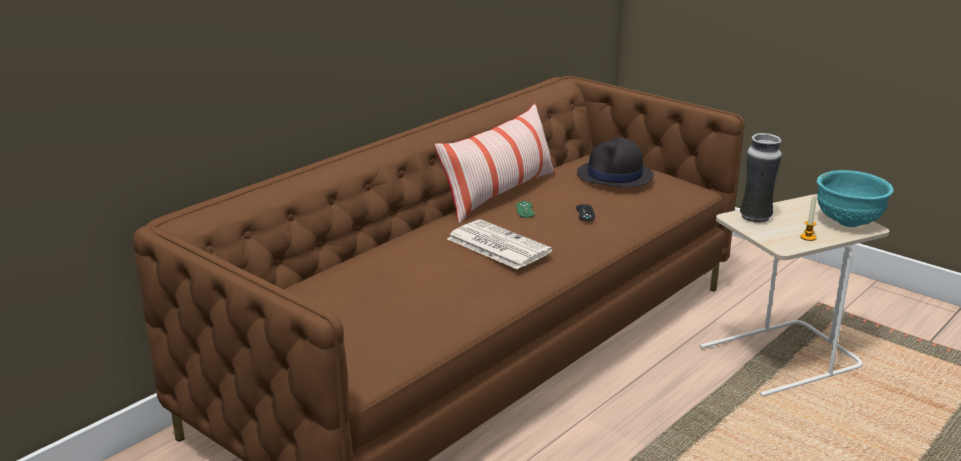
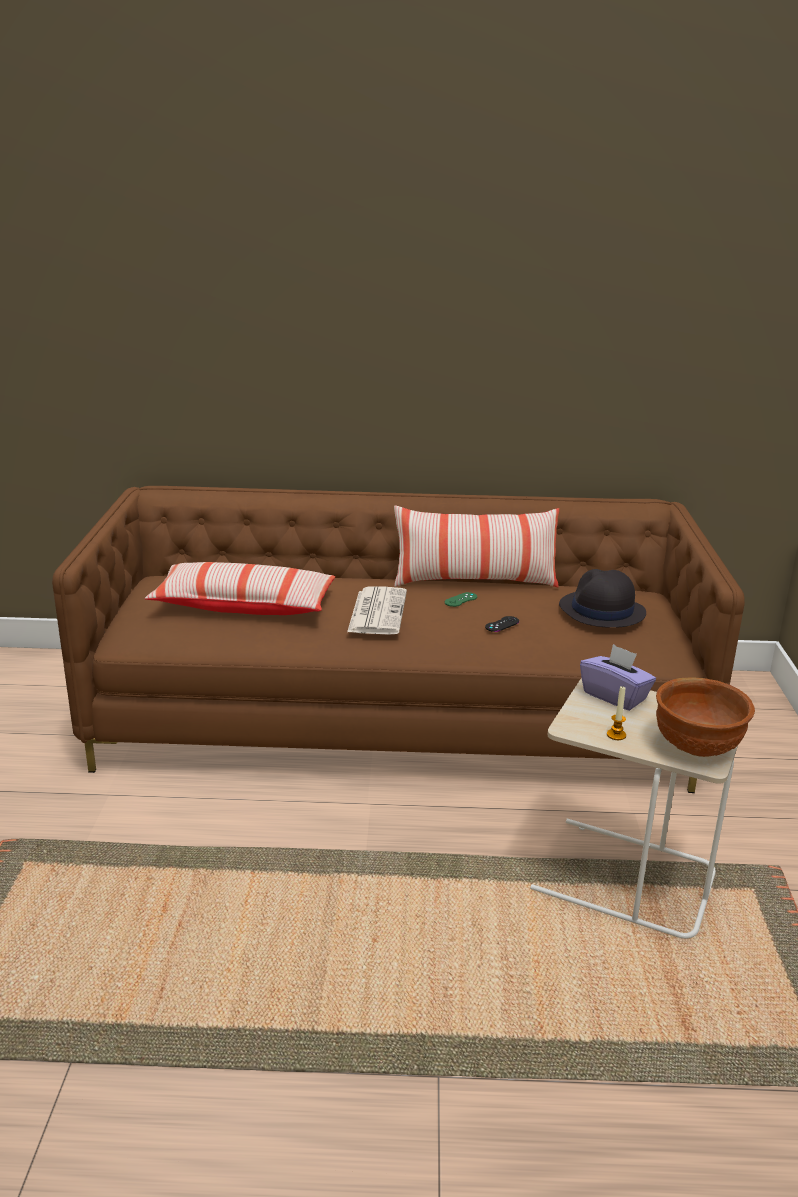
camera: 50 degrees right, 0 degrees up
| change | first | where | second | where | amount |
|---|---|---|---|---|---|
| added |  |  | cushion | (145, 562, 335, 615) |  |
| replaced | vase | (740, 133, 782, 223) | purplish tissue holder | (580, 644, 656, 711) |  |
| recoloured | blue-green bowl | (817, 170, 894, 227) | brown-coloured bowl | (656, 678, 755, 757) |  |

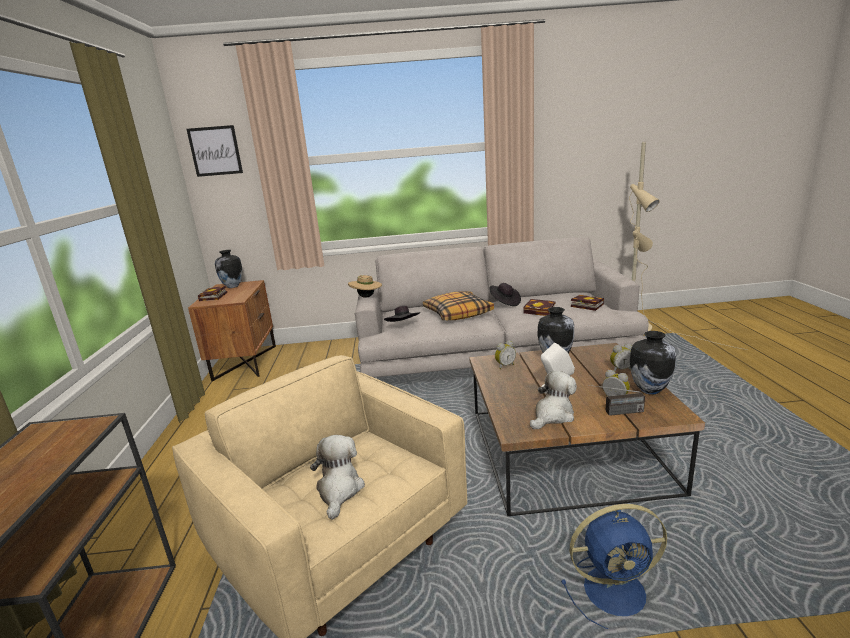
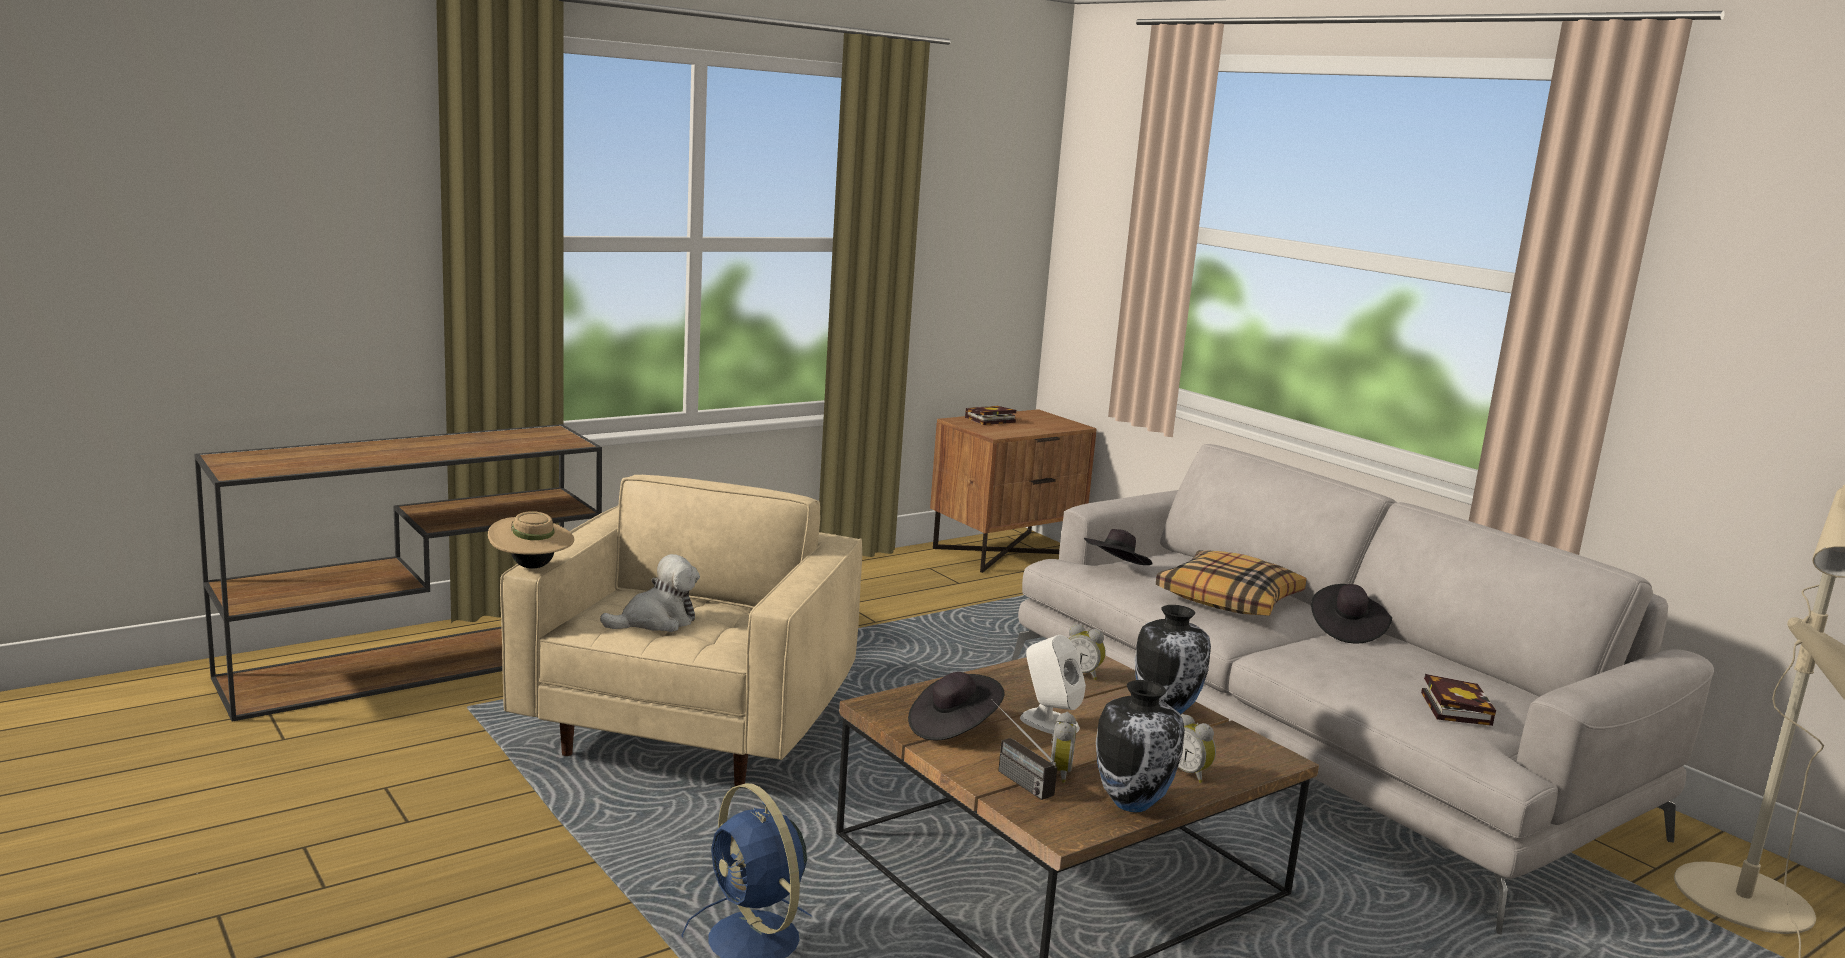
camera: 55 degrees right, 5 degrees down
| change | first | where | second | where | amount |
|---|---|---|---|---|---|
| moved | beige-coloured wearable hat | (348, 275, 382, 298) |  | (488, 511, 574, 569) |  |
| replaced | soft toy | (530, 371, 577, 430) | black-coloured wearable hat | (908, 672, 1005, 740) |  |
| removed | wall picture | (186, 125, 243, 177) |  |  |  |
| removed | vase | (215, 250, 242, 288) |  |  |  |
| removed | volume | (523, 299, 555, 316) |  |  |  |

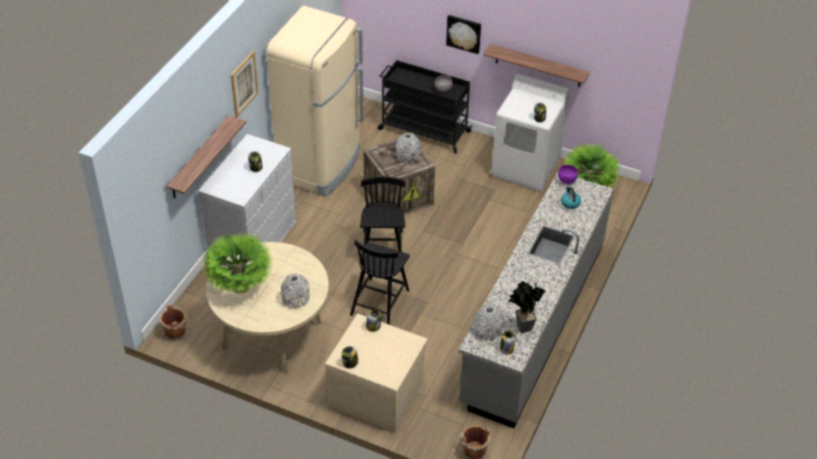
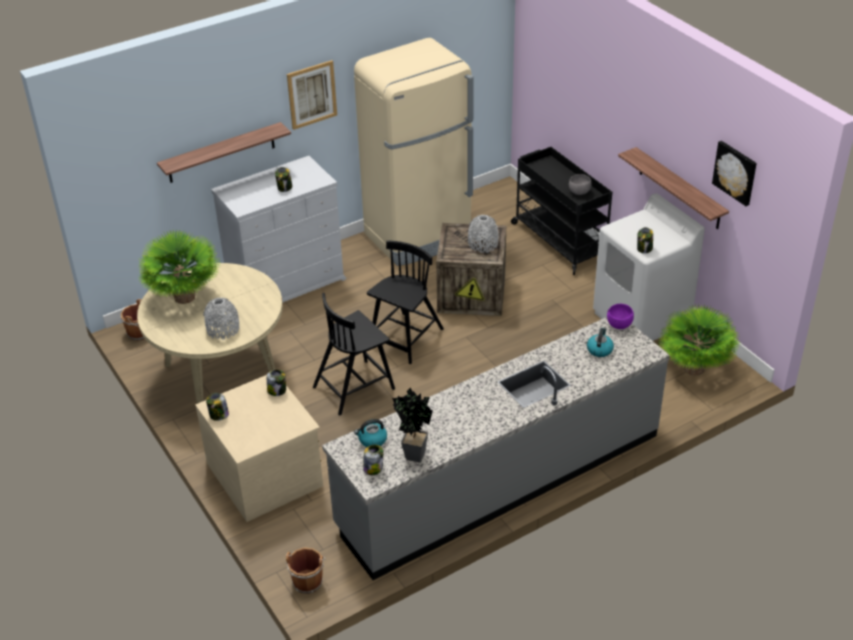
camera: 35 degrees right, 5 degrees down
| change | first | where | second | where | amount |
|---|---|---|---|---|---|
| replaced | gray vase | (474, 305, 504, 341) | tea kettle | (354, 419, 387, 447) |  |
| moved | wall picture | (446, 15, 481, 54) |  | (712, 141, 757, 206) |  |

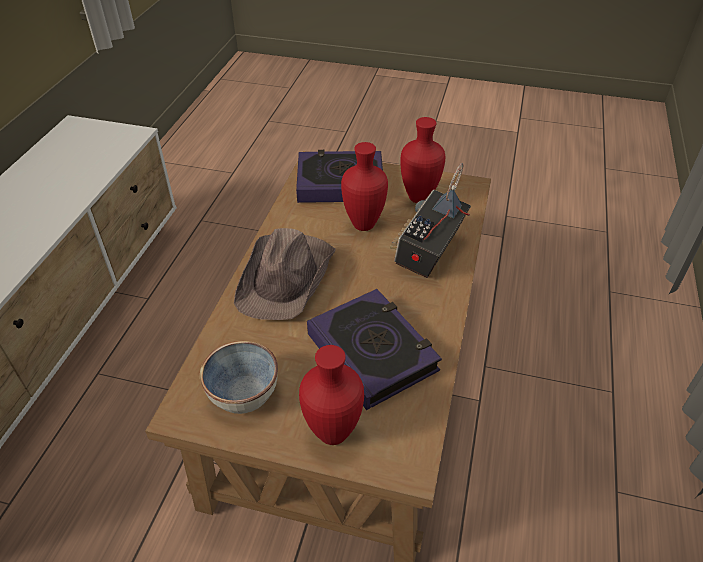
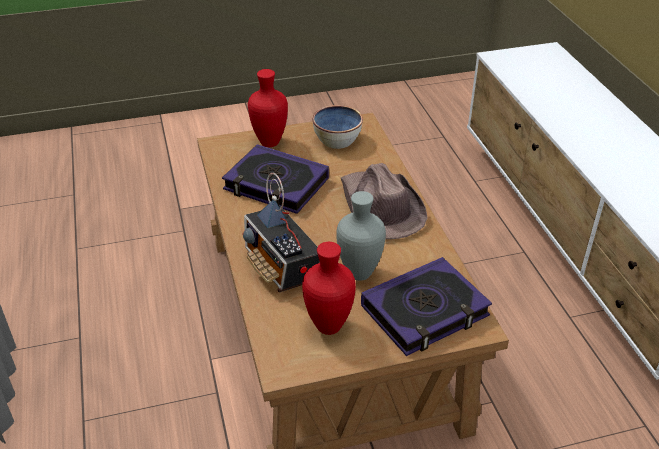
camera: 150 degrees right, 5 degrees down
| change | first | where | second | where | amount |
|---|---|---|---|---|---|
| turned | radio set | (390, 163, 471, 278) |  | (242, 173, 320, 292) | 150 degrees clockwise |
| recoloured | red-coloured vase | (341, 142, 388, 231) | gray vase | (336, 191, 386, 281) |  |

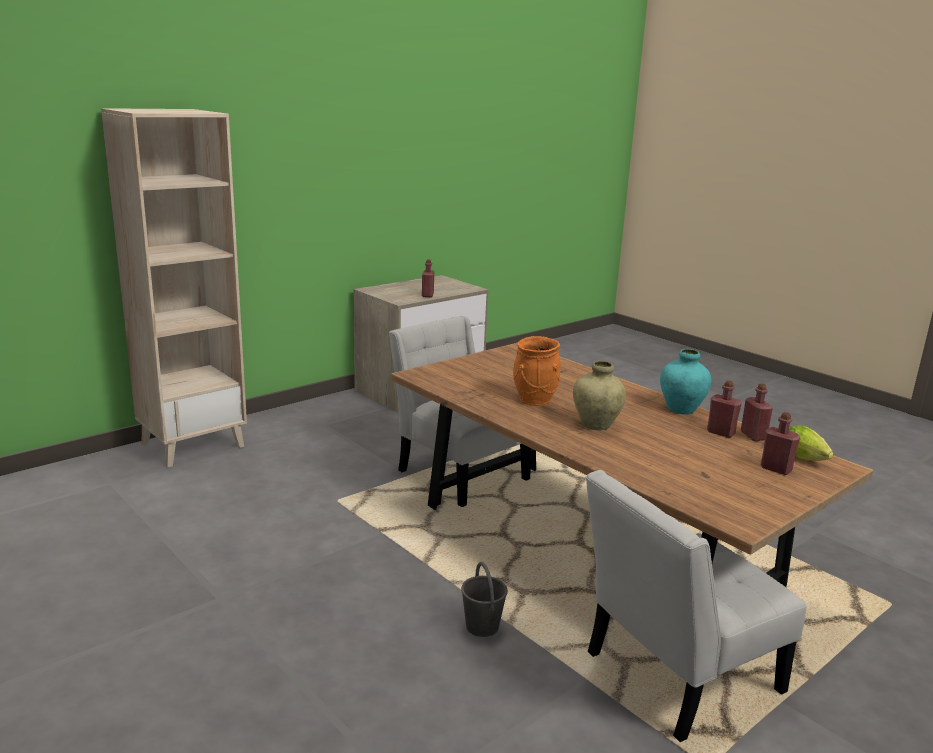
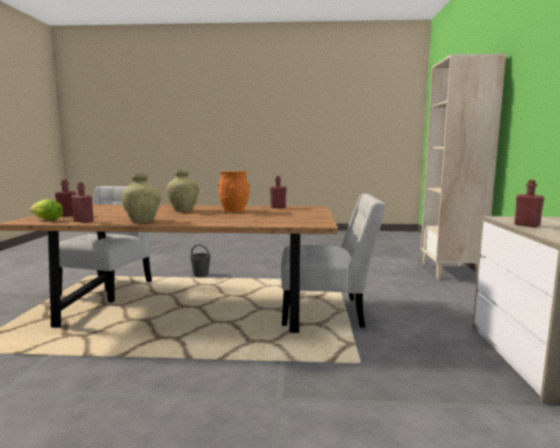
camera: 135 degrees right, 10 degrees down
| change | first | where | second | where | amount |
|---|---|---|---|---|---|
| recoloured | blue-green vase | (660, 349, 711, 414) | beige-coloured vase | (121, 174, 161, 223) |  |
| moved | red-coloured bottle | (707, 380, 742, 438) |  | (270, 176, 287, 208) |  |

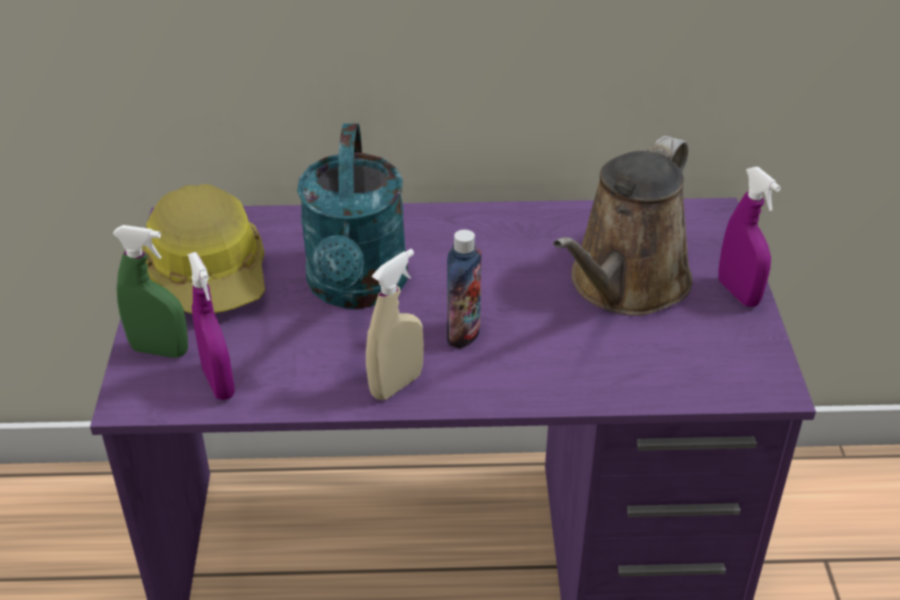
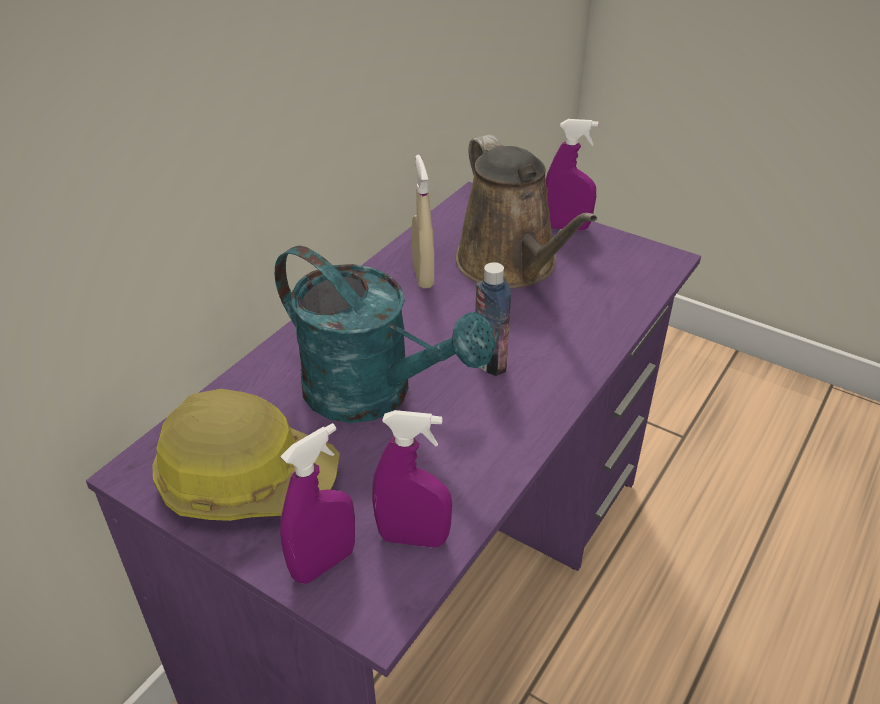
camera: 55 degrees left, 0 degrees up
| change | first | where | second | where | amount |
|---|---|---|---|---|---|
| recoloured | greenish sprayer | (112, 225, 188, 358) | purplish sprayer | (280, 423, 355, 584) |  |
| moved | beige-coloured sprayer | (366, 249, 424, 400) |  | (412, 155, 434, 289) |  |

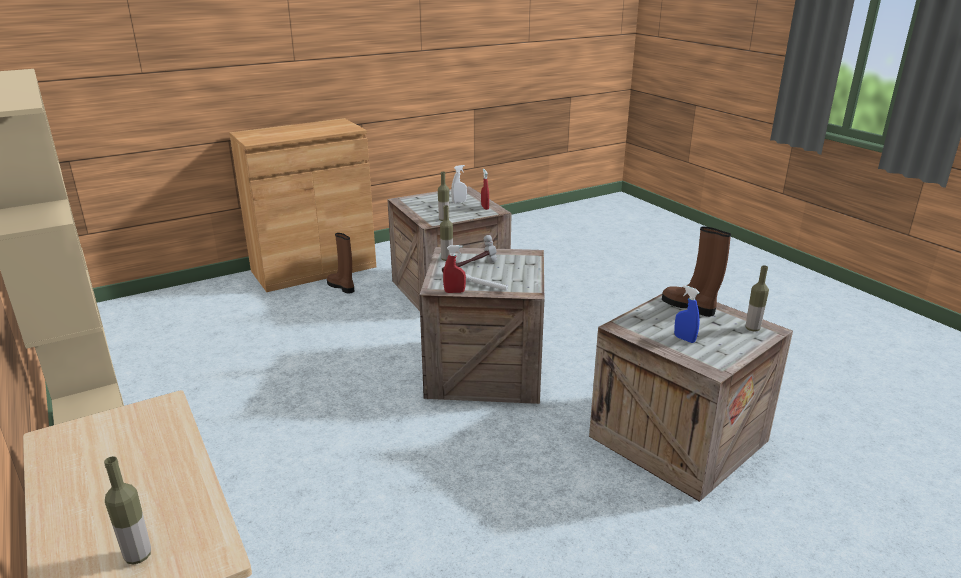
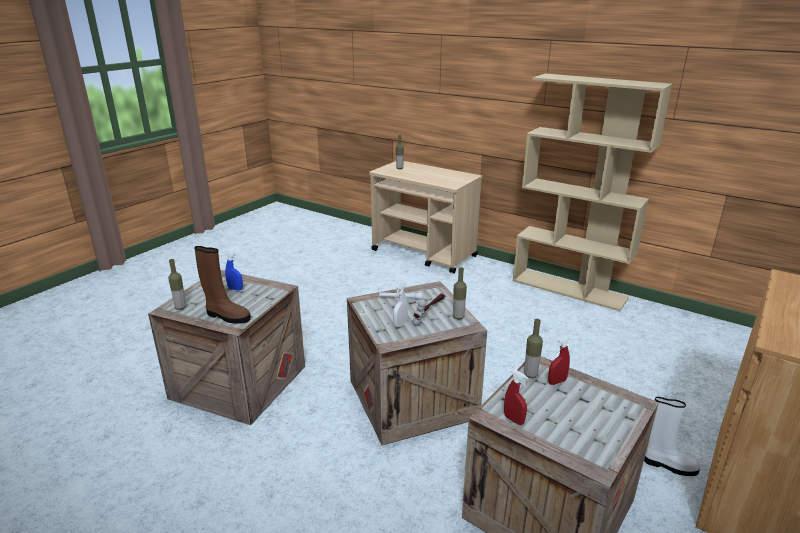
camera: 155 degrees right, 0 degrees up
| change | first | where | second | where | amount |
|---|---|---|---|---|---|
| moved | white sprayer | (451, 165, 467, 203) |  | (393, 283, 408, 327) |  |
| moved | red-coloured sprayer | (443, 245, 466, 293) |  | (548, 336, 570, 385) |  |
| recoloured | brown-coloured high-top boot | (327, 233, 354, 294) | white high-top boot | (644, 397, 700, 476) |  |

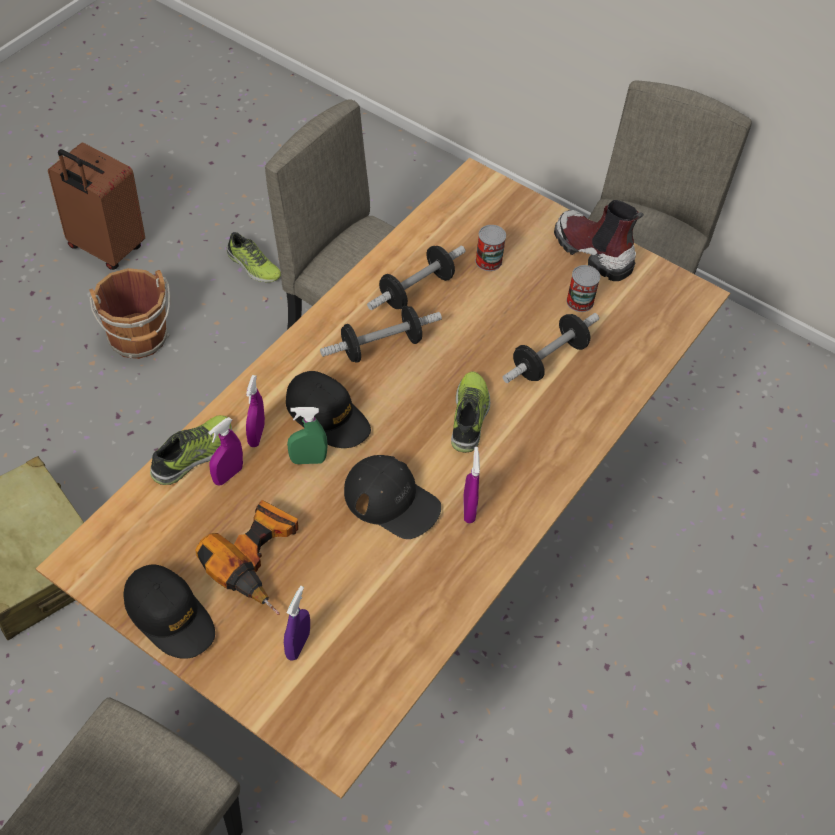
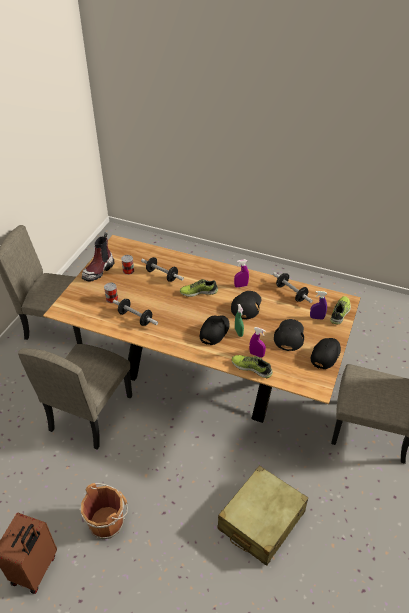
camera: 100 degrees left, 10 degrees down
| change | first | where | second | where | amount |
|---|---|---|---|---|---|
| moved | dumbbell | (320, 306, 442, 363) |  | (273, 272, 313, 303) |  |
| replaced | power drill | (195, 500, 298, 615) | black-coloured peaked cap | (274, 319, 304, 351) |  |
| moved | item of footwear | (226, 232, 281, 282) |  | (330, 296, 351, 325) |  |
| removed | purplish sprayer | (246, 375, 265, 447) |  |  |  |

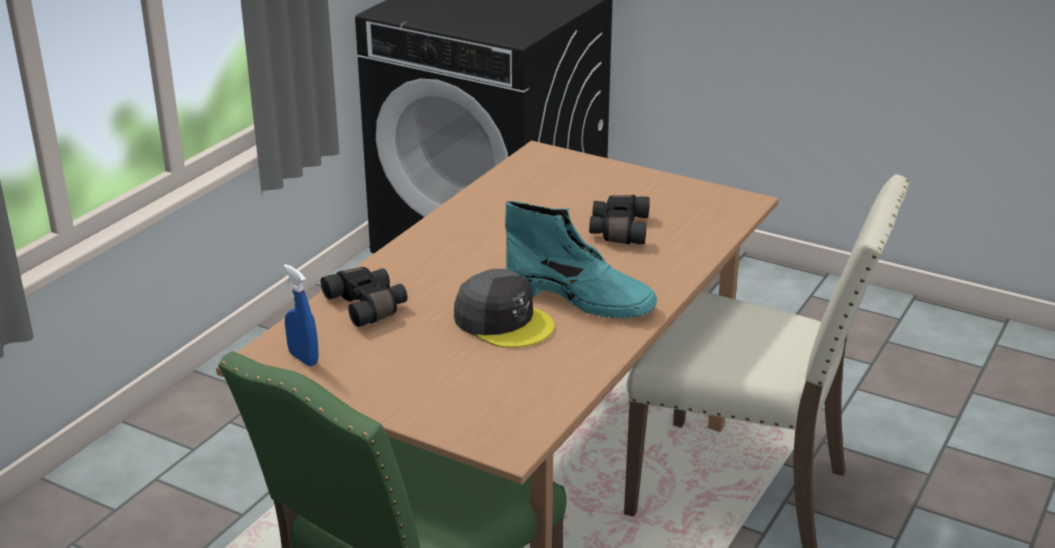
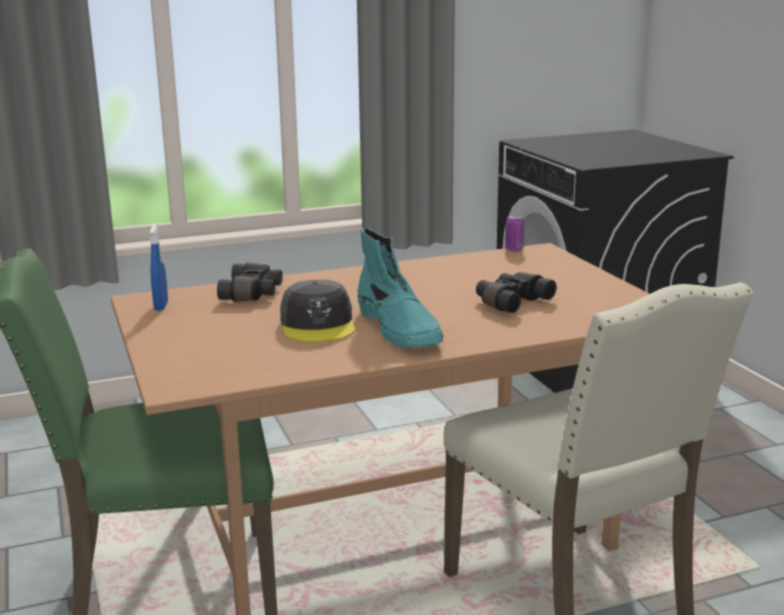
camera: 40 degrees right, 10 degrees down
| change | first | where | second | where | amount |
|---|---|---|---|---|---|
| added |  |  | can | (505, 215, 524, 252) |  |

